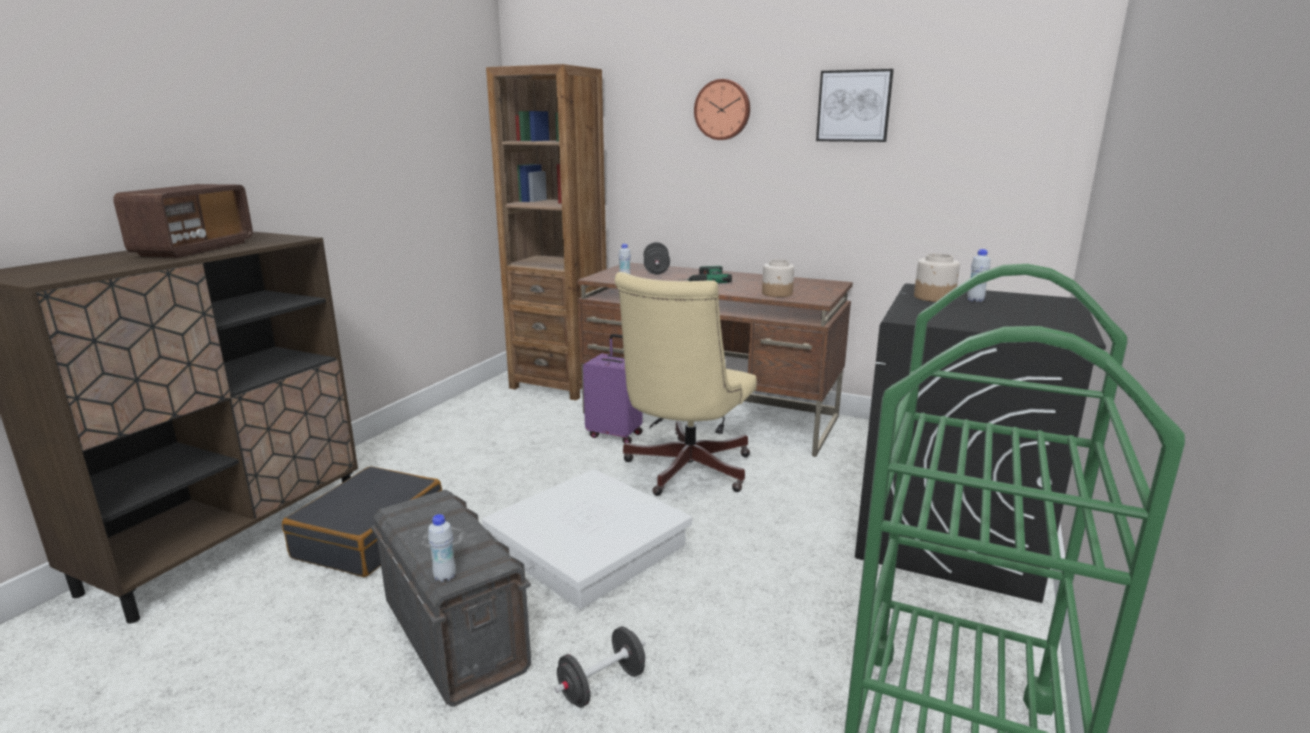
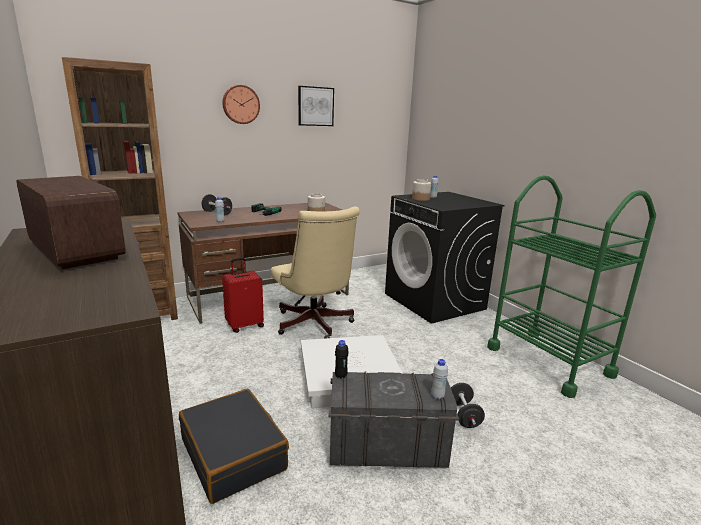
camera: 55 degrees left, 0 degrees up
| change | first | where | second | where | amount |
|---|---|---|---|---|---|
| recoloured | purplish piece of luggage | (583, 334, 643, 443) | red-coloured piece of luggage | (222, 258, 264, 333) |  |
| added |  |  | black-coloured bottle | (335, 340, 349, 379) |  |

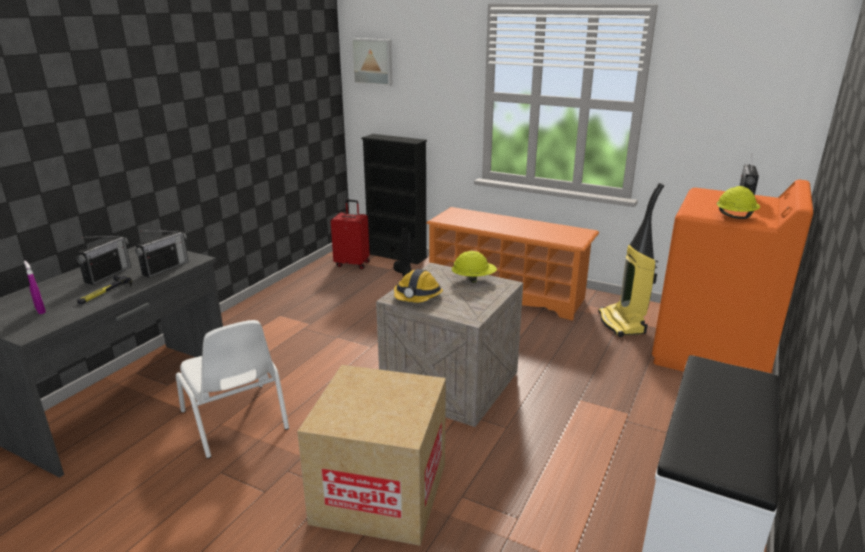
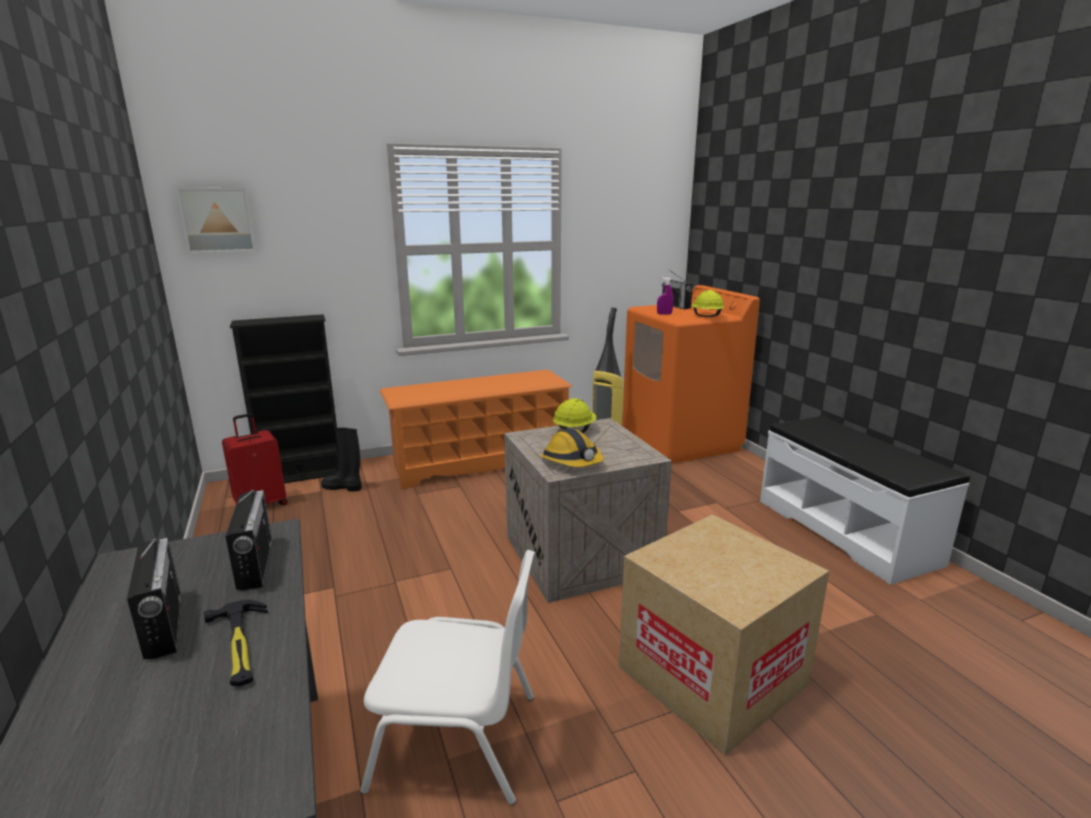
camera: 50 degrees left, 5 degrees down
| change | first | where | second | where | amount |
|---|---|---|---|---|---|
| moved | purplish sprayer | (24, 261, 46, 314) |  | (657, 277, 674, 315) |  |

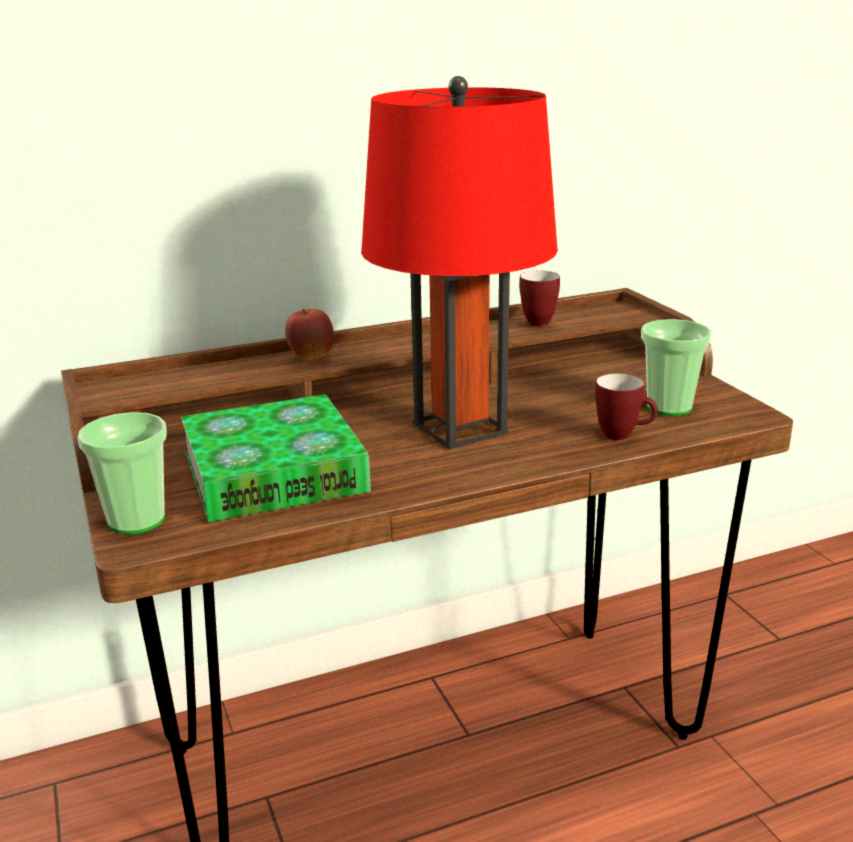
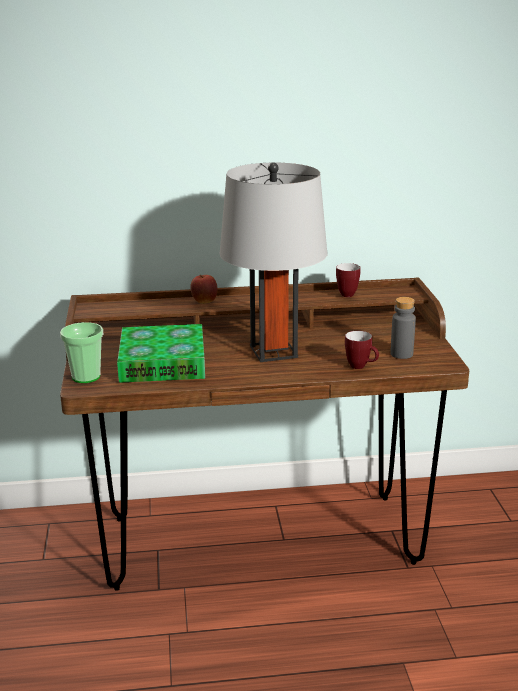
camera: 15 degrees right, 0 degrees up
| change | first | where | second | where | amount |
|---|---|---|---|---|---|
| recoloured | red-coloured table lamp | (361, 76, 558, 449) | gray table lamp | (219, 162, 327, 362) |  |
| replaced | small cup | (641, 319, 711, 416) | gray bottle | (390, 297, 416, 359) |  |

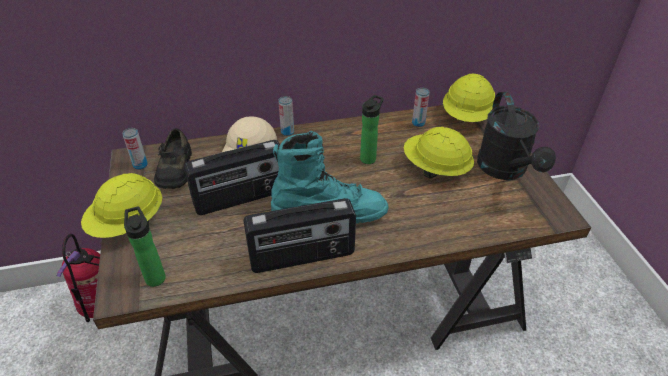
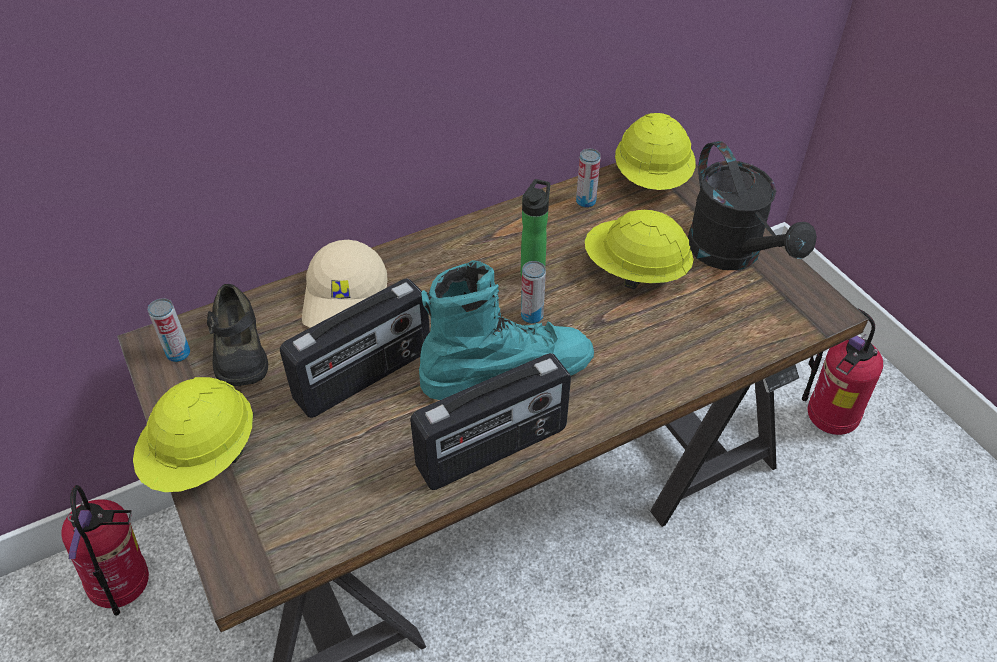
camera: 15 degrees left, 5 degrees up
| change | first | where | second | where | amount |
|---|---|---|---|---|---|
| moved | can | (278, 96, 294, 136) |  | (521, 261, 546, 324) |  |
| added |  |  | fire-fighting cylinder | (802, 308, 883, 435) |  |
| removed | bottle | (124, 206, 166, 287) |  |  |  |

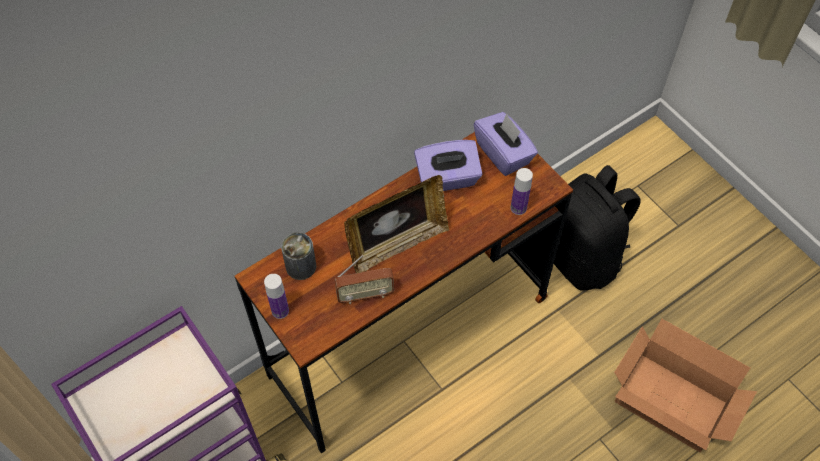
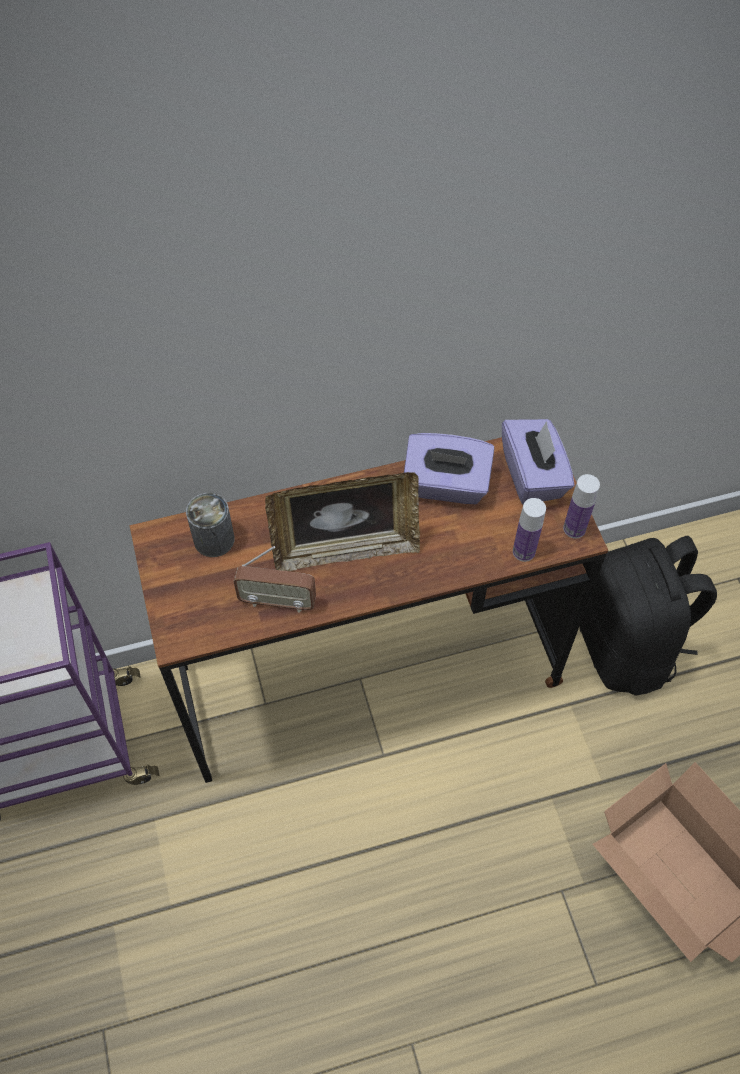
camera: 20 degrees right, 0 degrees up
| change | first | where | second | where | amount |
|---|---|---|---|---|---|
| moved | bottle | (264, 274, 289, 319) |  | (563, 474, 600, 539) |  |

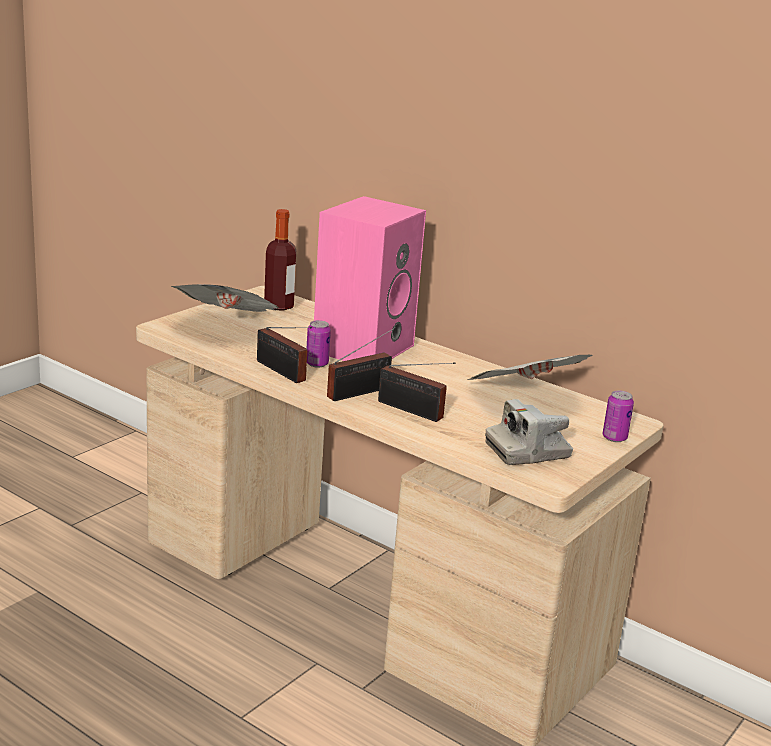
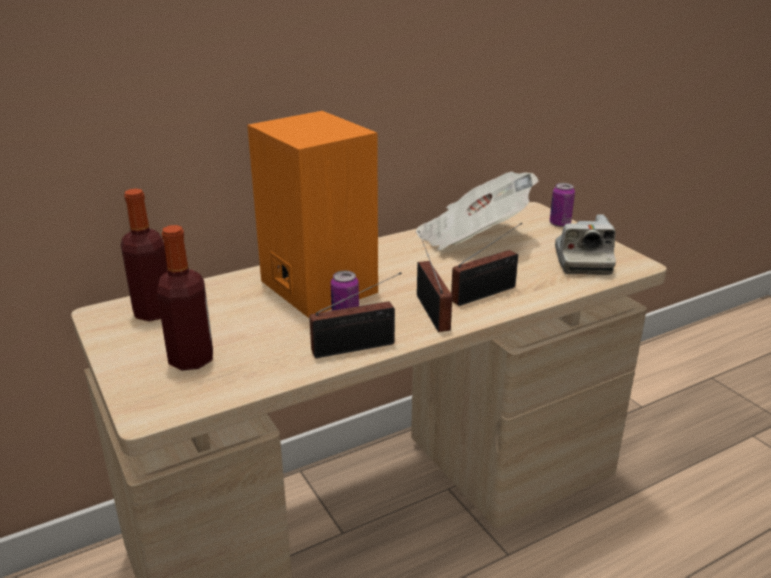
camera: 65 degrees left, 5 degrees up
| change | first | where | second | where | amount |
|---|---|---|---|---|---|
| replaced | daily paper | (171, 284, 278, 312) | bottle | (157, 225, 213, 371) |  |
| recoloured | pinkish loudspeaker | (314, 196, 426, 361) | orangey loudspeaker | (247, 111, 378, 318) |  |

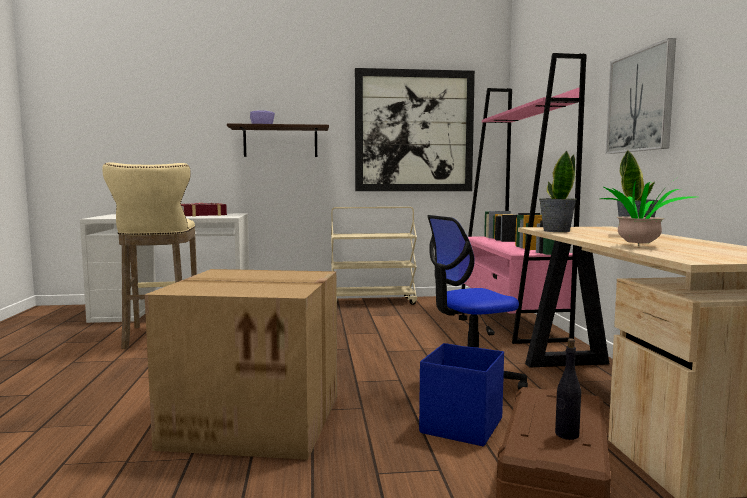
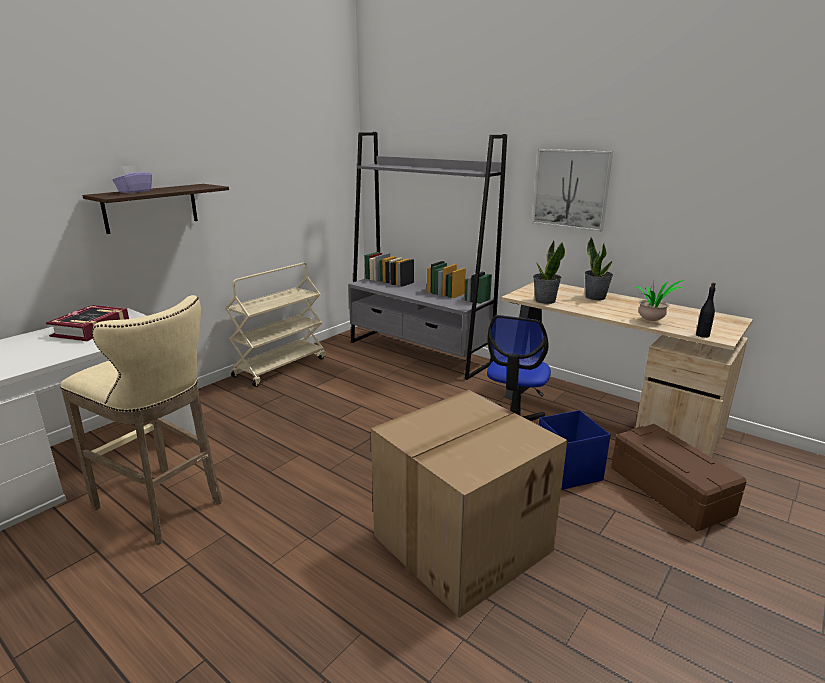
camera: 45 degrees left, 15 degrees up
| change | first | where | second | where | amount |
|---|---|---|---|---|---|
| recoloured | pinkish bookshelf | (462, 53, 587, 344) | gray bookshelf | (348, 132, 507, 380) |  |
| moved | black-coloured bottle | (555, 338, 581, 440) |  | (696, 283, 716, 338) |  |
| removed | wall picture | (355, 68, 475, 191) |  |  |  |

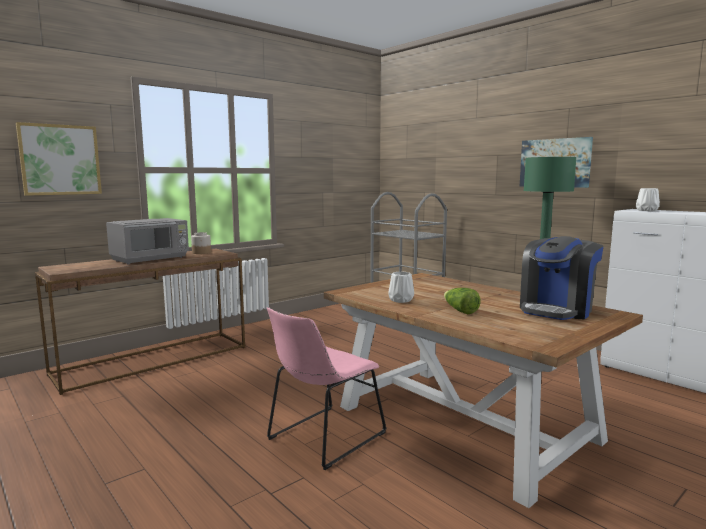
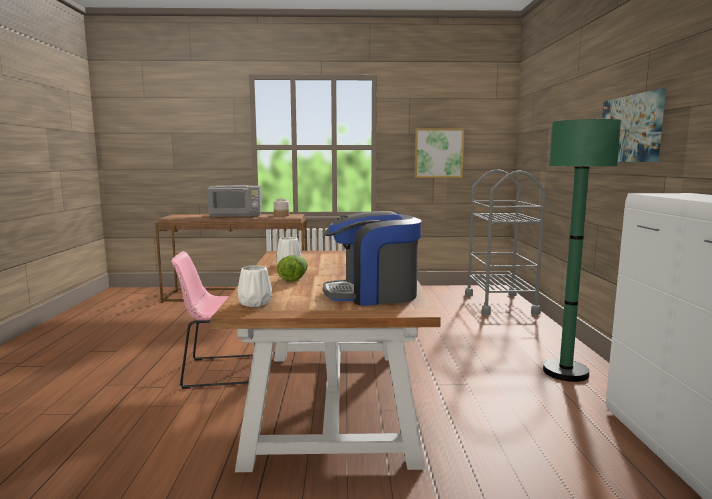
camera: 40 degrees right, 0 degrees up
| change | first | where | second | where | amount |
|---|---|---|---|---|---|
| moved | white vase | (636, 188, 660, 211) |  | (237, 265, 272, 307) |  |
| moved | wall picture | (16, 122, 102, 196) |  | (415, 129, 464, 178) |  |

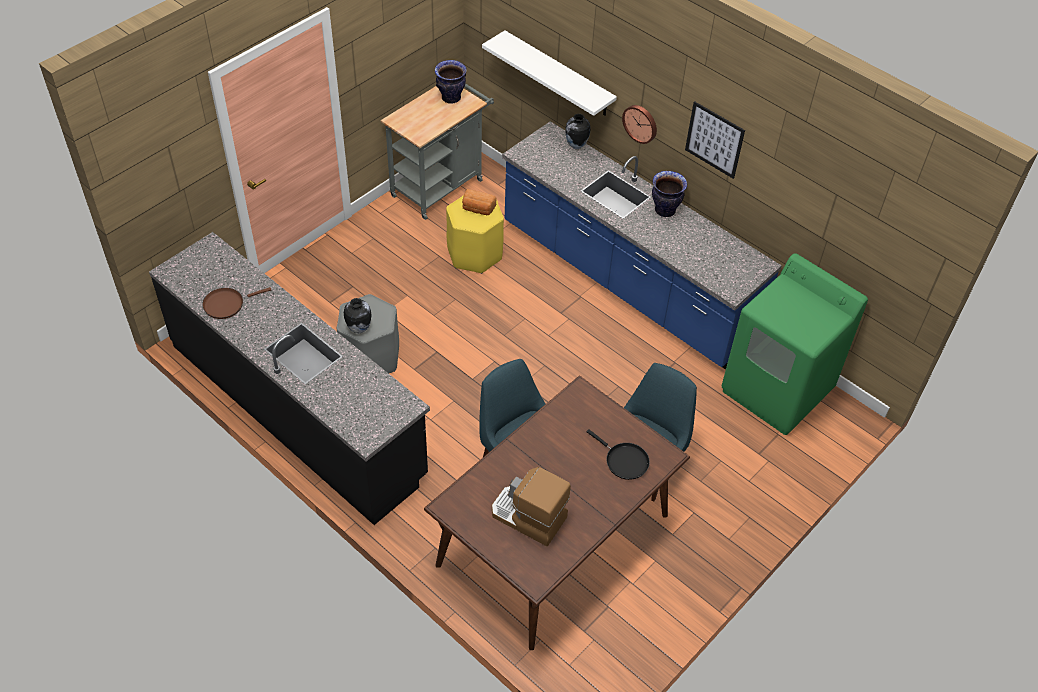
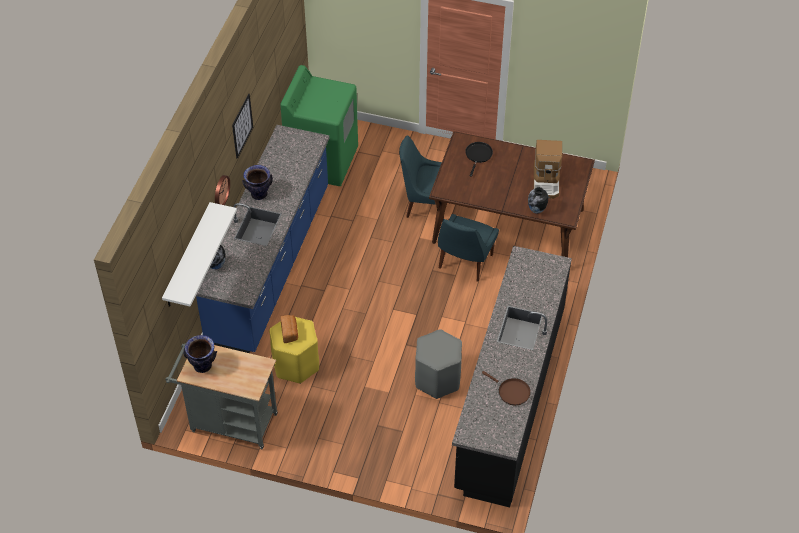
camera: 115 degrees left, 0 degrees up
| change | first | where | second | where | amount |
|---|---|---|---|---|---|
| moved | vase | (344, 298, 372, 333) |  | (528, 187, 548, 214) |  |

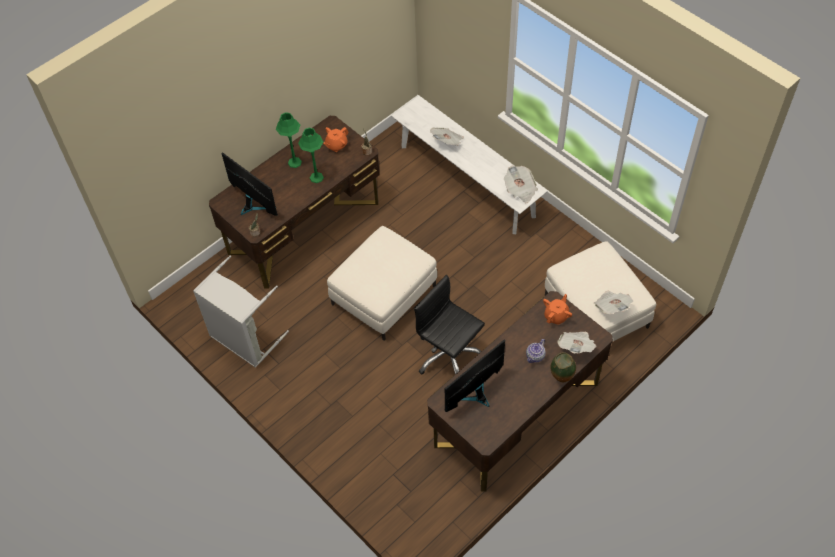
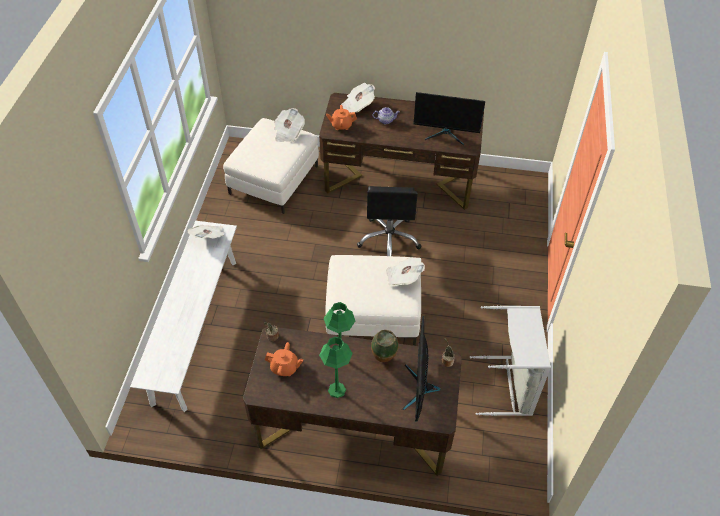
camera: 130 degrees left, 5 degrees down
| change | first | where | second | where | amount |
|---|---|---|---|---|---|
| moved | vase | (550, 352, 576, 382) |  | (371, 330, 398, 362) |  |
| moved | daily paper | (430, 128, 464, 146) |  | (386, 257, 425, 286) |  |

